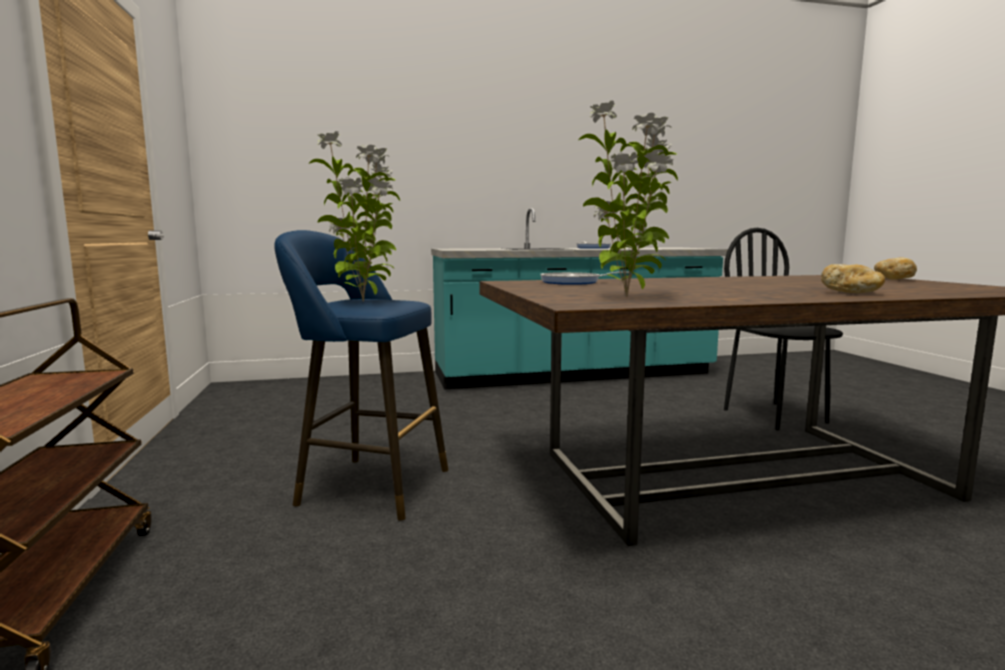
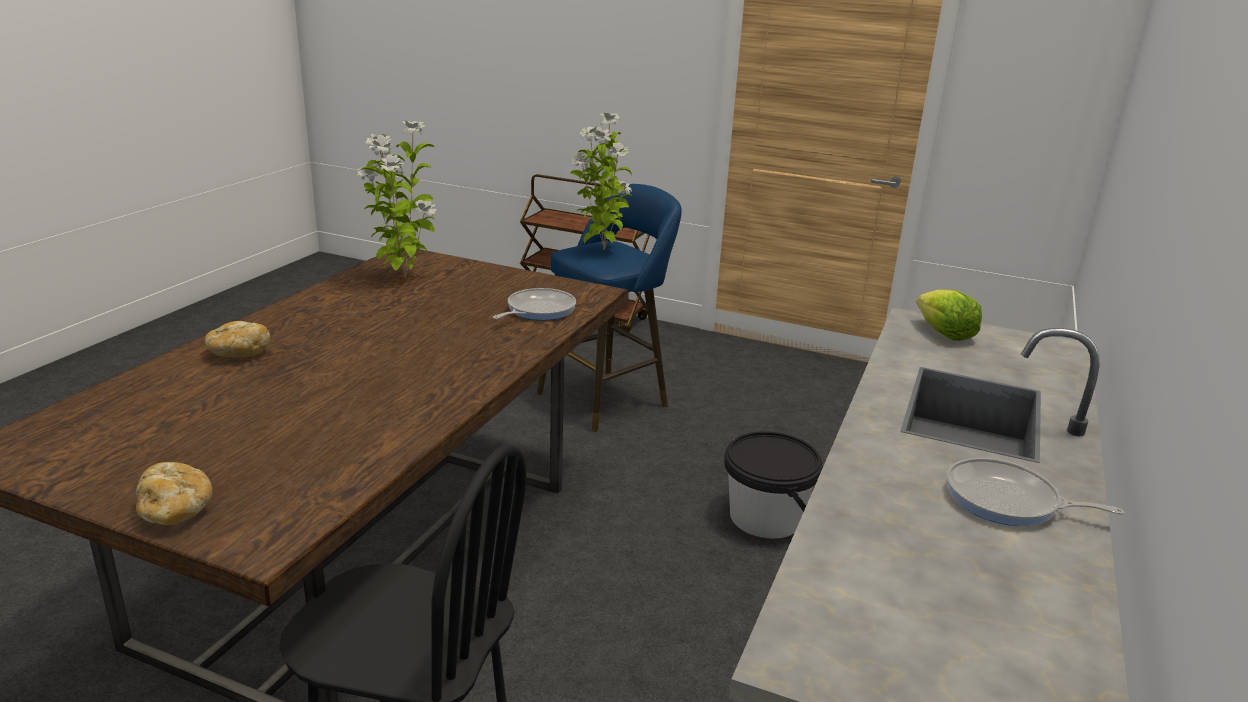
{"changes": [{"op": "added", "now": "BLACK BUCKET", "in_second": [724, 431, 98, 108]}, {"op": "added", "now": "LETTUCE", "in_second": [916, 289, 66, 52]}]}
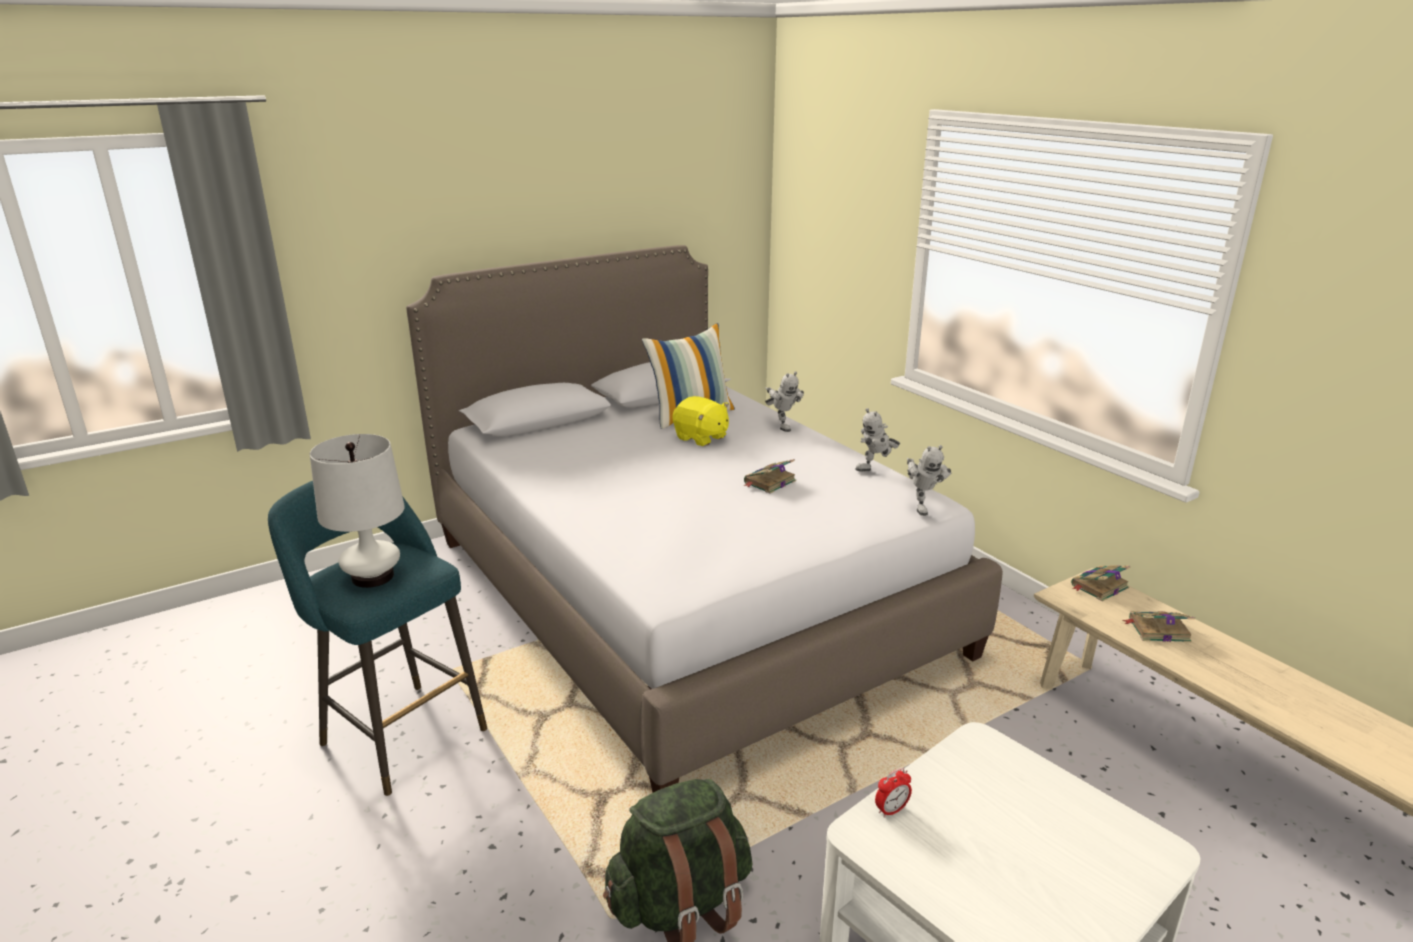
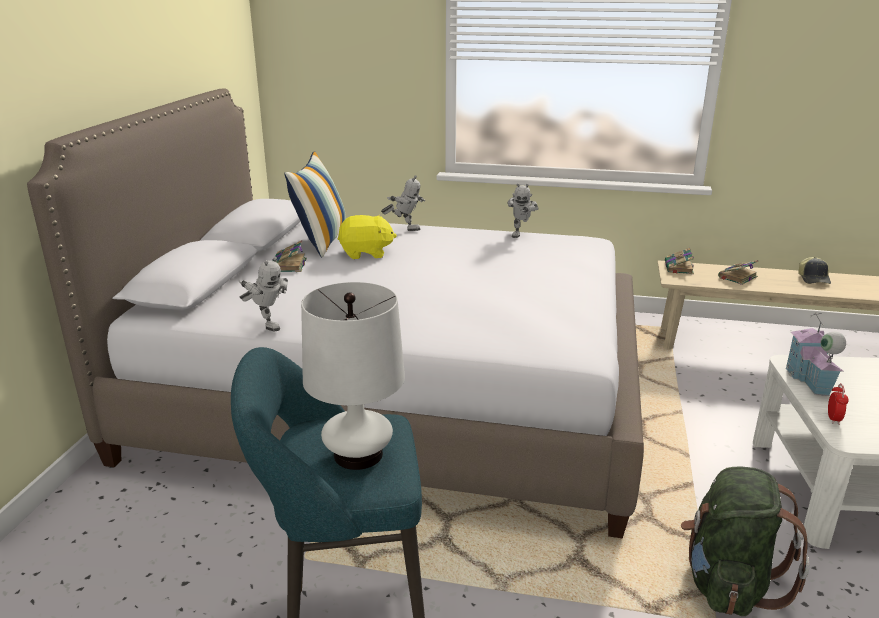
{"changes": [{"op": "added", "now": "TOY HOUSE", "in_second": [786, 313, 60, 83]}, {"op": "added", "now": "CAP", "in_second": [799, 257, 32, 27]}, {"op": "moved", "was": "BOOK", "in_first": [743, 459, 53, 35], "in_second": [272, 240, 35, 32]}, {"op": "moved", "was": "TOY ROBOT", "in_first": [907, 445, 44, 71], "in_second": [239, 257, 49, 74]}]}
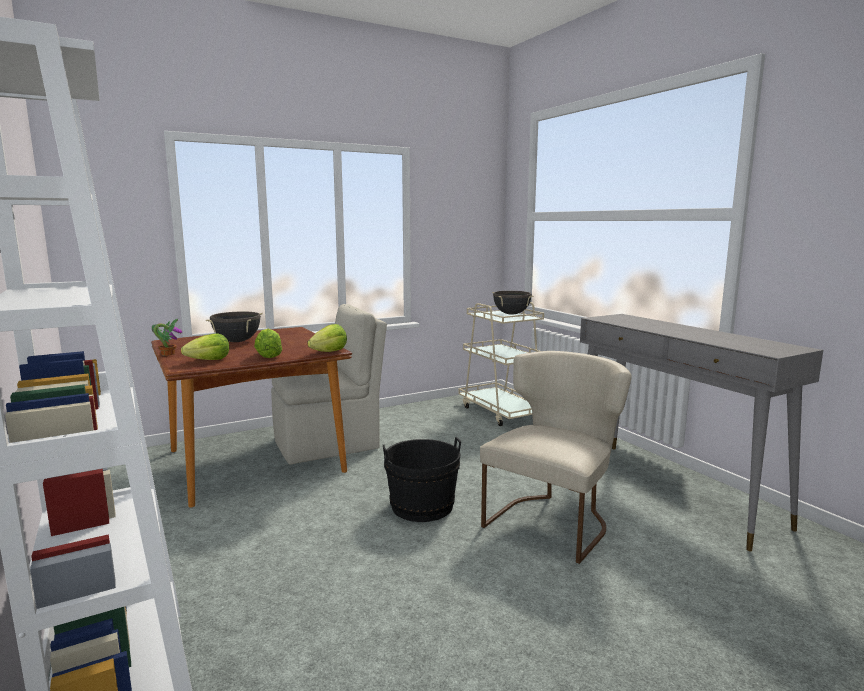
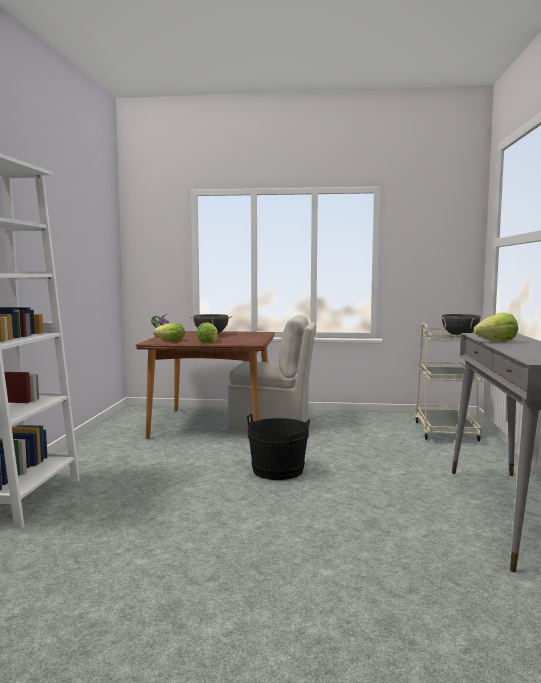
{"changes": [{"op": "removed", "was": "BEIGE CHAIR", "in_first": [480, 351, 152, 213]}, {"op": "moved", "was": "LETTUCE", "in_first": [308, 324, 39, 28], "in_second": [474, 313, 44, 29]}]}
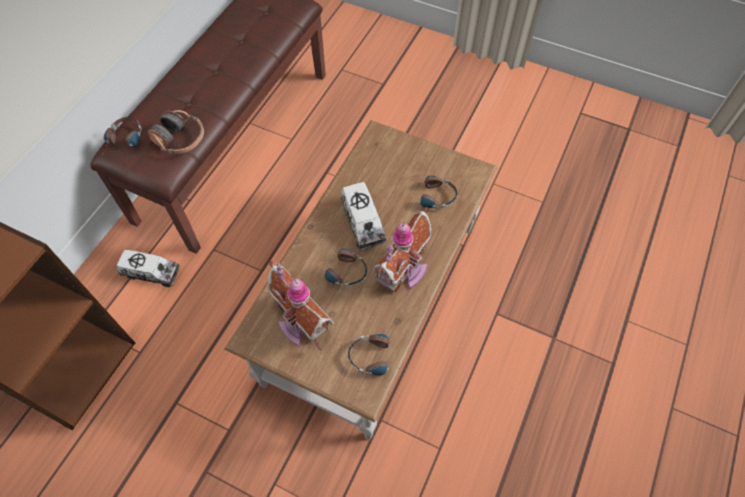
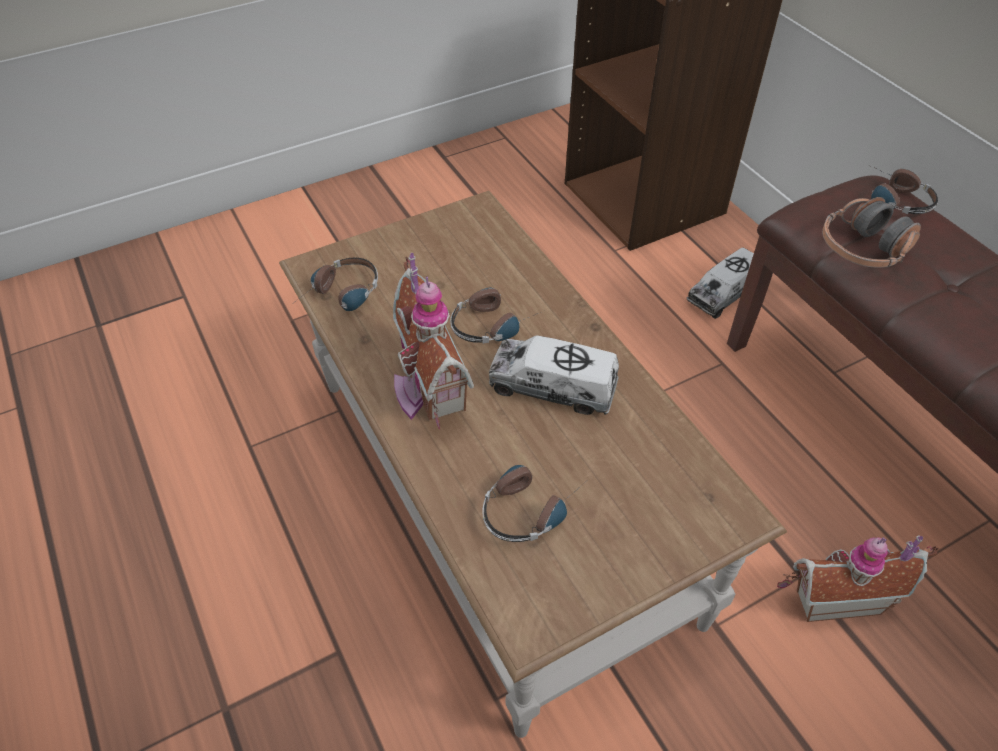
{"changes": [{"op": "moved", "was": "TOY HOUSE", "in_first": [268, 260, 66, 91], "in_second": [777, 535, 162, 87]}]}
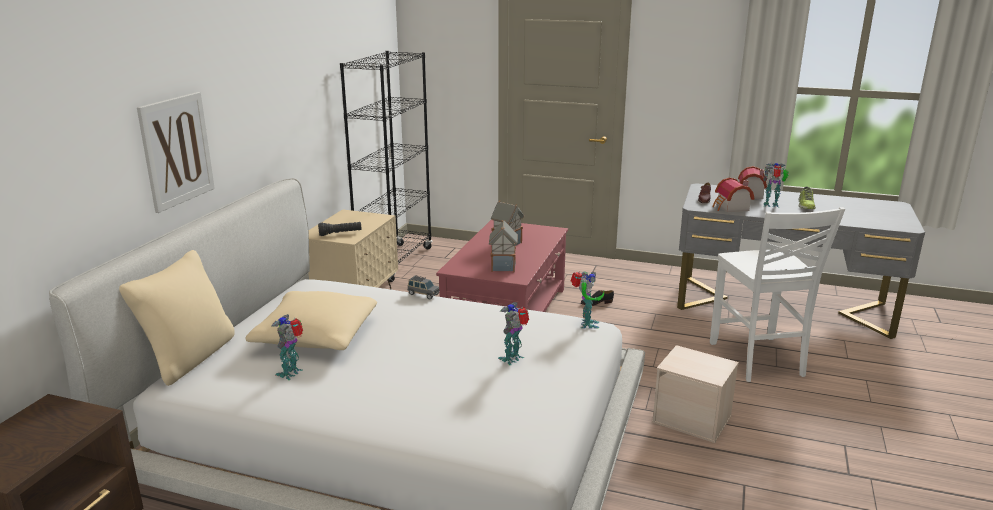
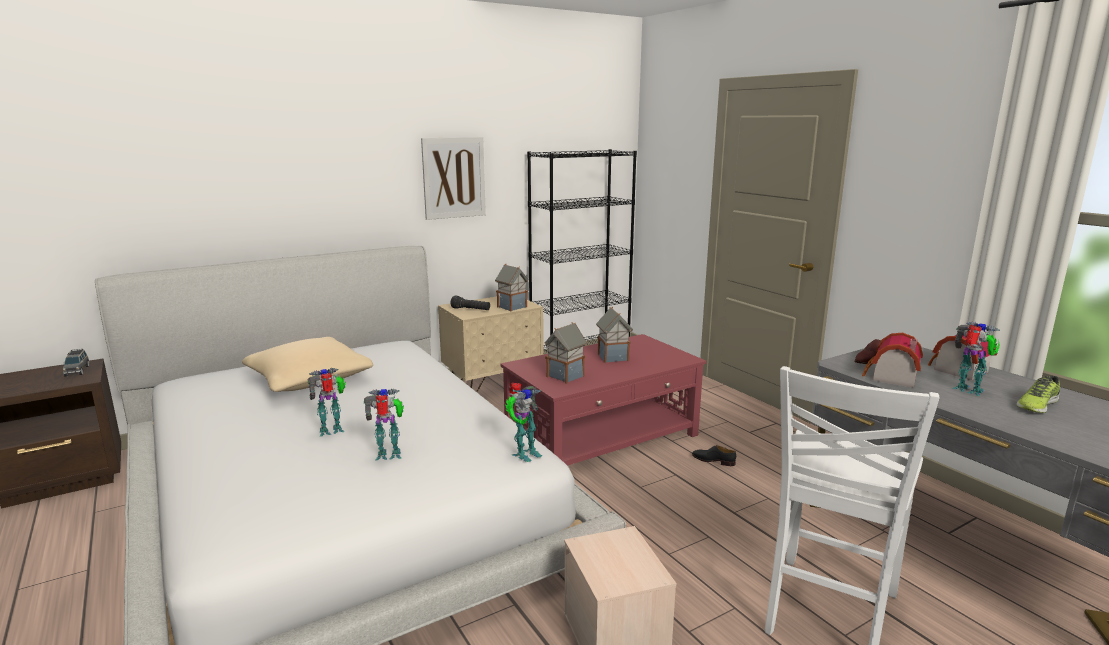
{"changes": [{"op": "removed", "was": "BEIGE PILLOW", "in_first": [119, 250, 116, 136]}, {"op": "added", "now": "TOY HOUSE", "in_second": [495, 264, 34, 47]}, {"op": "moved", "was": "PICTURE", "in_first": [137, 92, 78, 121], "in_second": [421, 137, 65, 83]}, {"op": "moved", "was": "TOY ROBOT", "in_first": [271, 314, 32, 66], "in_second": [307, 368, 39, 69]}, {"op": "moved", "was": "GREY TOY CAR", "in_first": [408, 275, 32, 25], "in_second": [63, 349, 27, 27]}]}
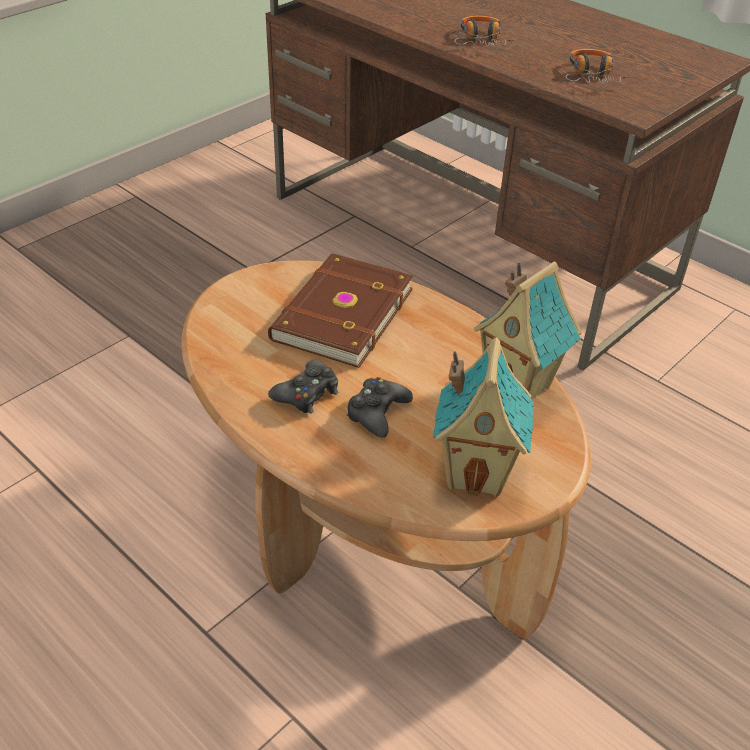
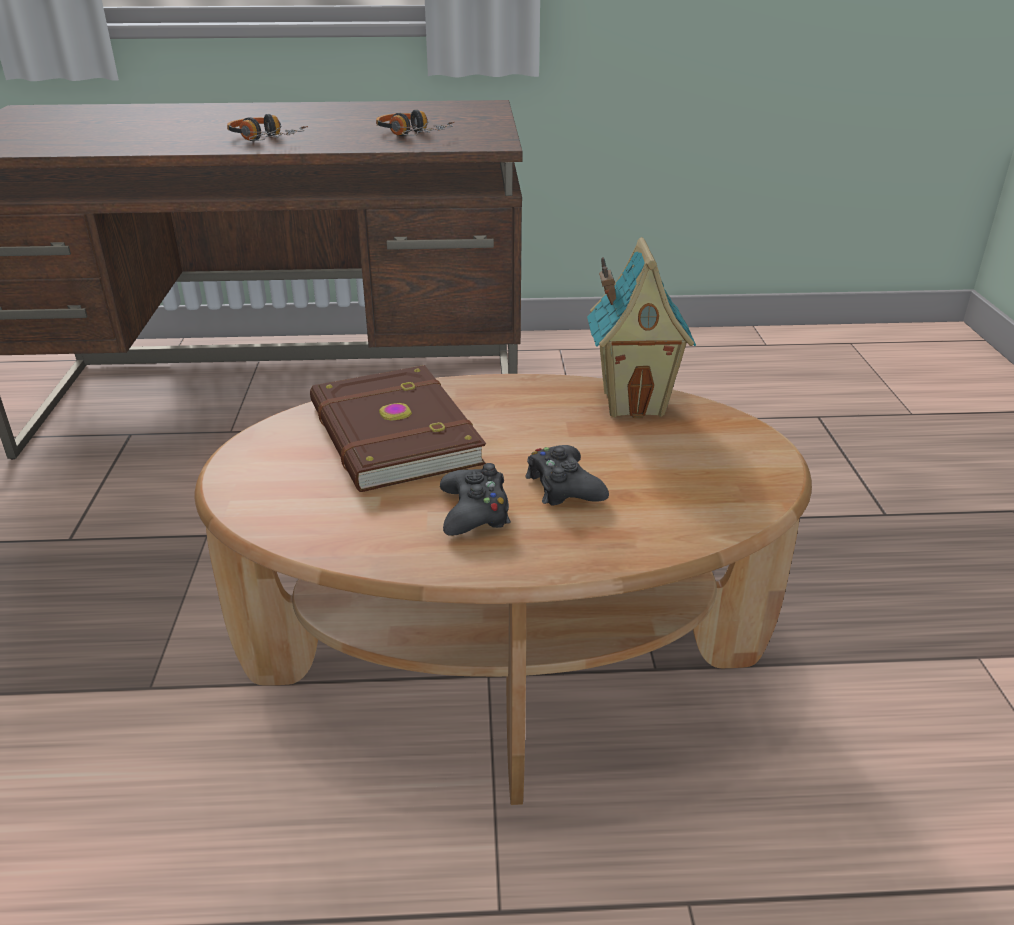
{"changes": [{"op": "removed", "was": "TOY HOUSE", "in_first": [433, 338, 101, 159]}]}
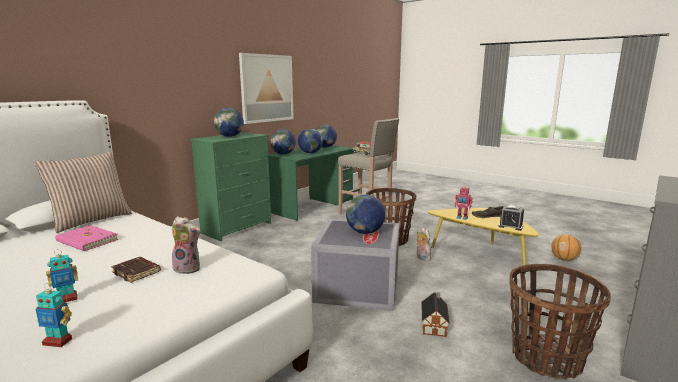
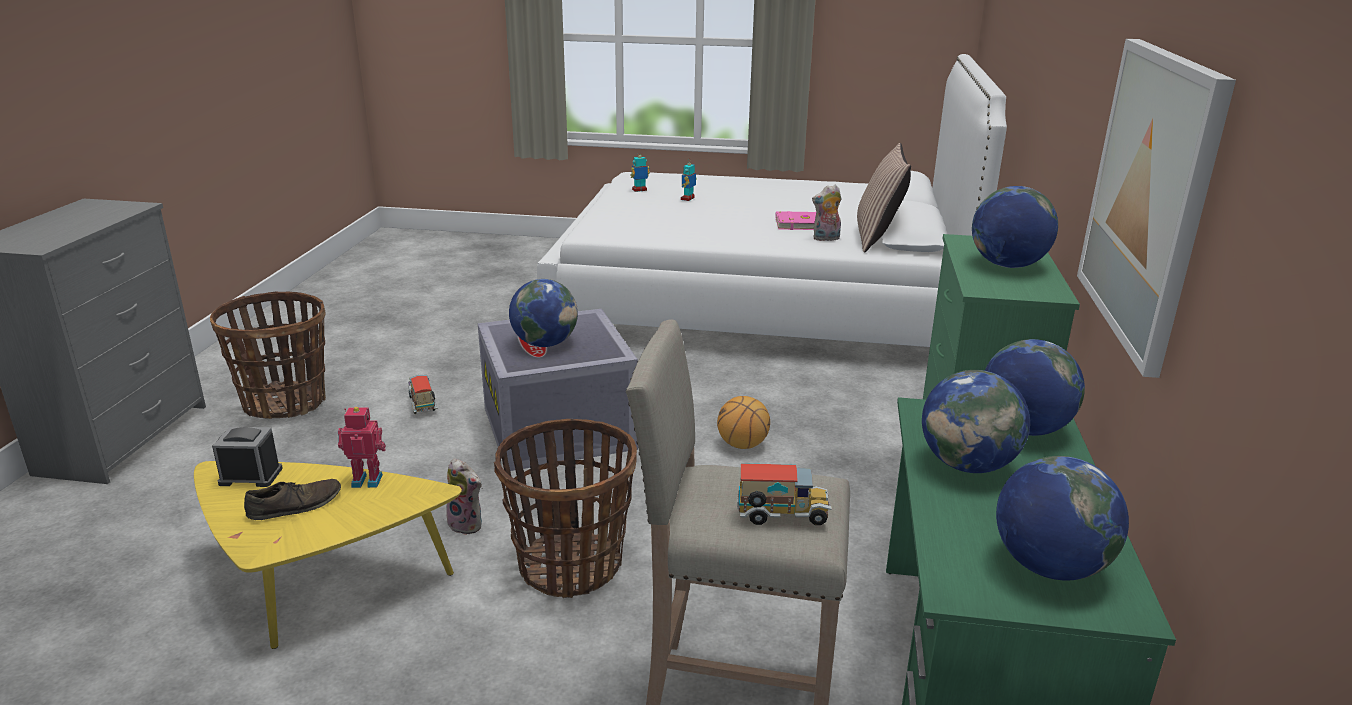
{"changes": [{"op": "removed", "was": "BROWN BOOK", "in_first": [111, 257, 50, 26]}, {"op": "moved", "was": "PLUSH TOY", "in_first": [171, 216, 29, 58], "in_second": [812, 184, 29, 57]}, {"op": "moved", "was": "BASKETBALL", "in_first": [551, 234, 31, 27], "in_second": [717, 396, 53, 53]}, {"op": "replaced", "was": "TOY HOUSE", "now": "TOY TRUCK", "in_first": [421, 292, 29, 45], "in_second": [408, 375, 30, 39]}]}
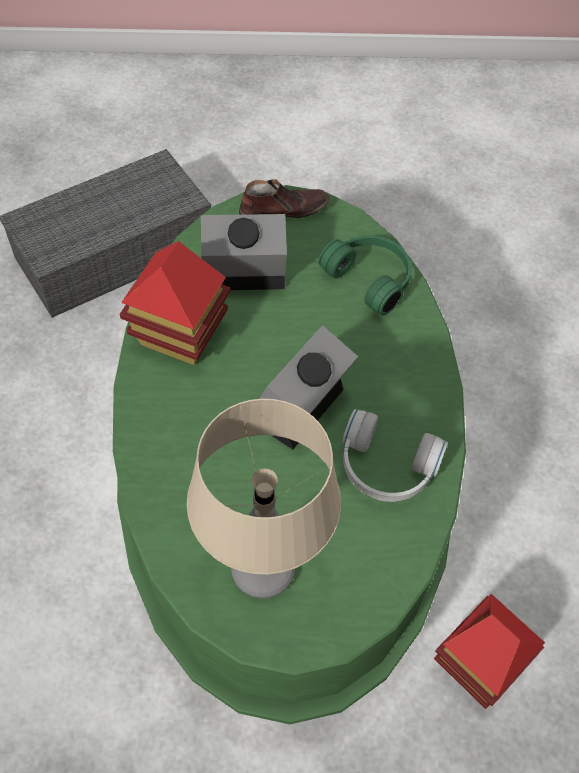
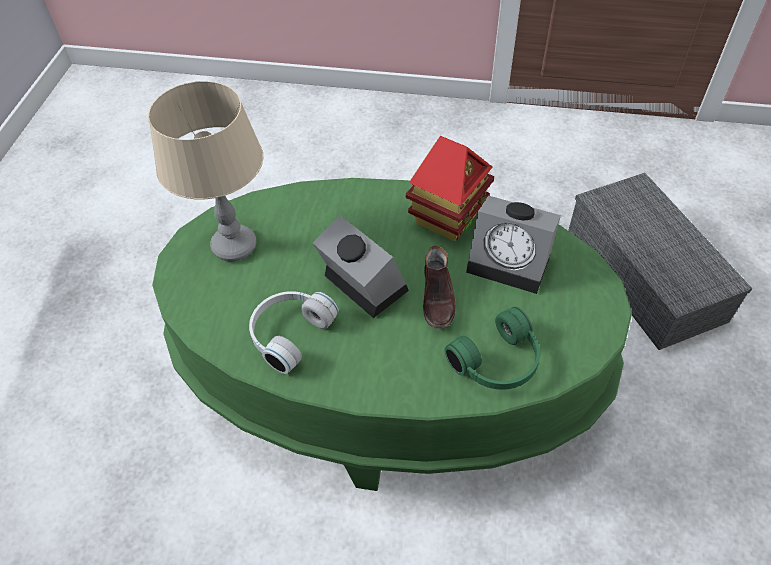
{"changes": [{"op": "removed", "was": "TOY HOUSE", "in_first": [434, 594, 111, 115]}, {"op": "moved", "was": "BROWN SHOE", "in_first": [239, 179, 90, 39], "in_second": [423, 246, 33, 83]}, {"op": "turned", "was": "ALARM CLOCK", "in_first": [201, 214, 86, 76], "in_second": [466, 196, 95, 98], "clockwise": 105}]}
